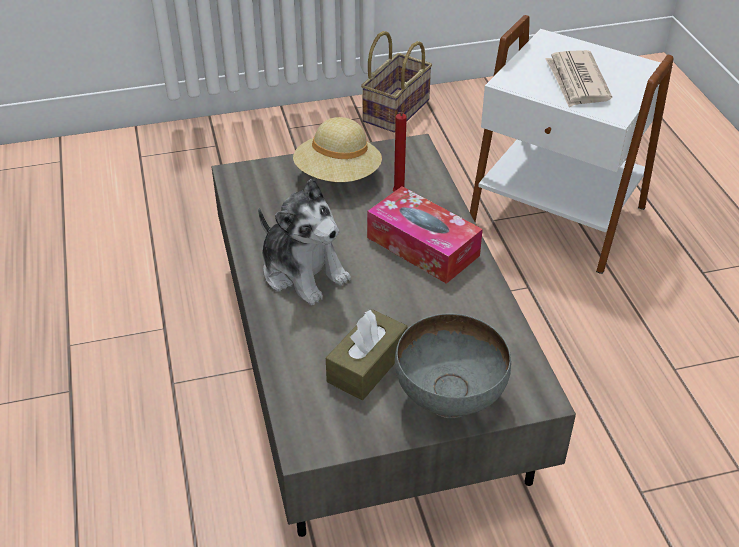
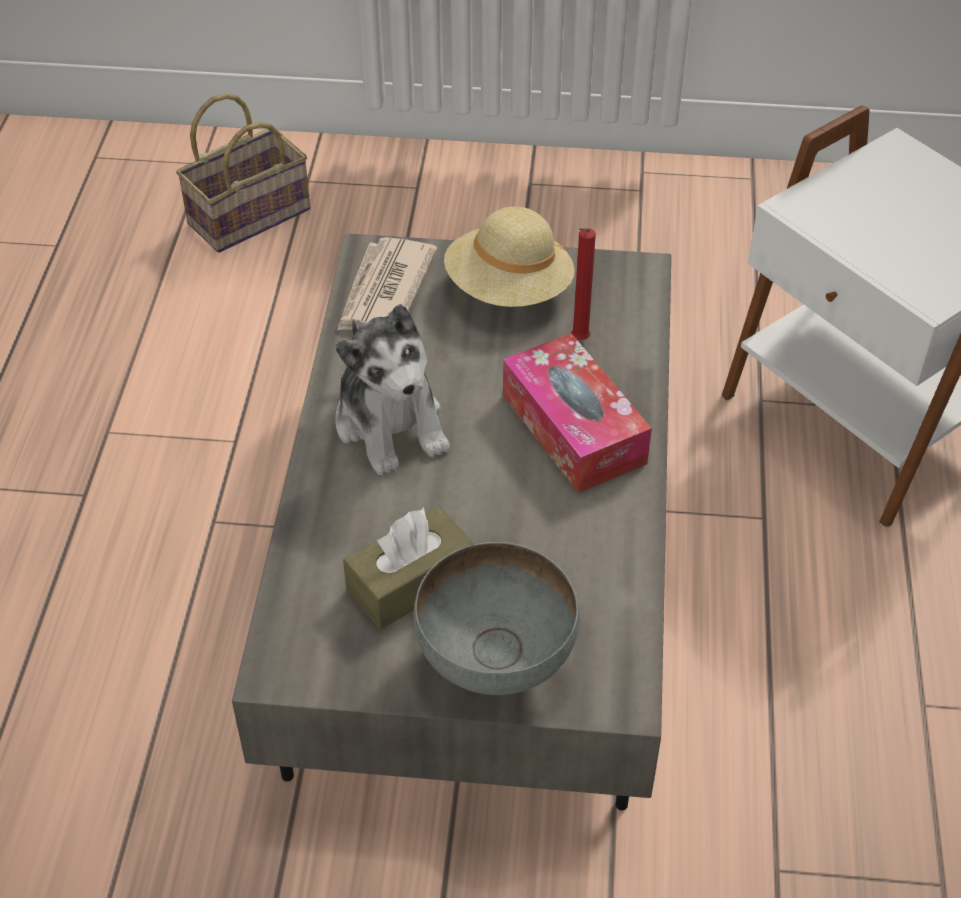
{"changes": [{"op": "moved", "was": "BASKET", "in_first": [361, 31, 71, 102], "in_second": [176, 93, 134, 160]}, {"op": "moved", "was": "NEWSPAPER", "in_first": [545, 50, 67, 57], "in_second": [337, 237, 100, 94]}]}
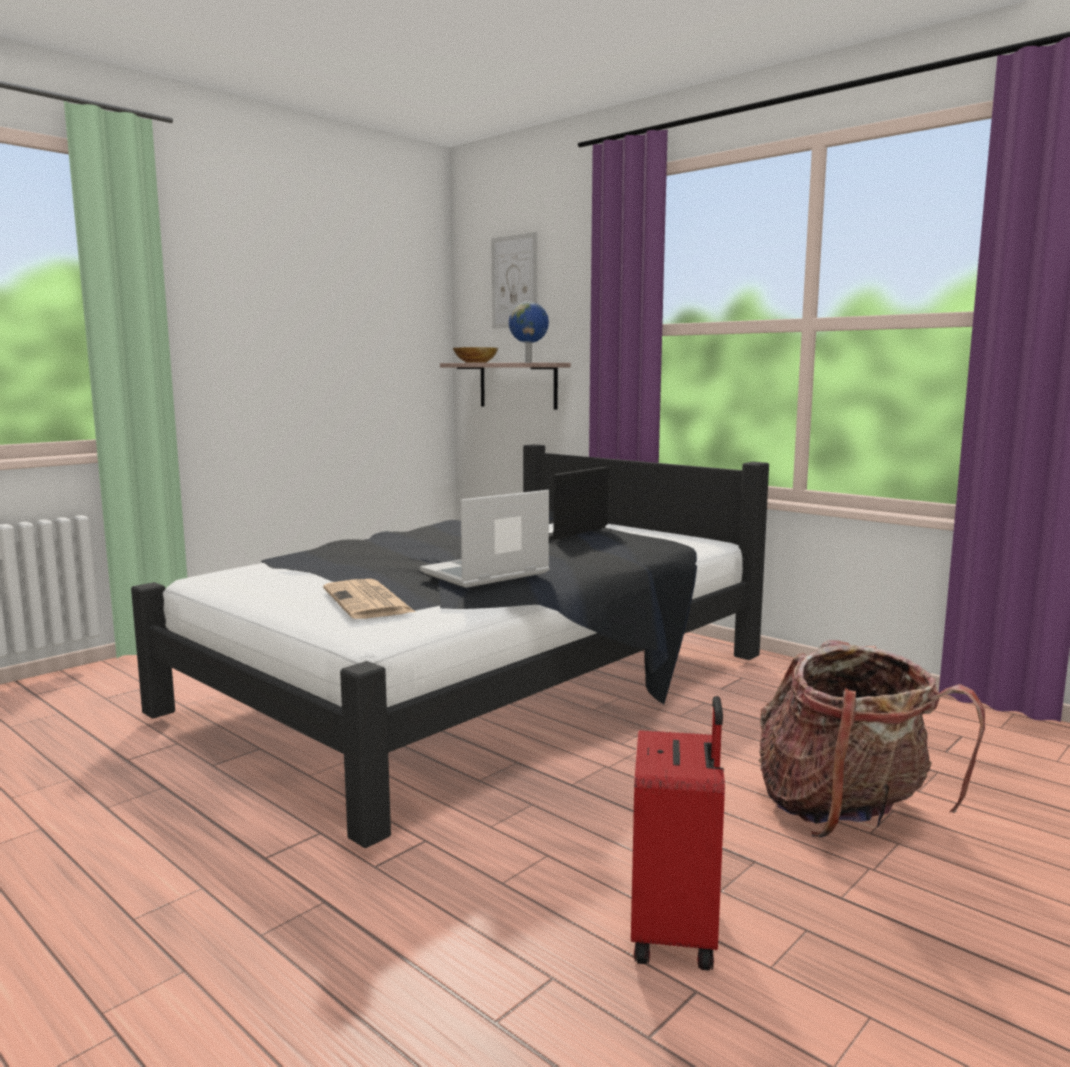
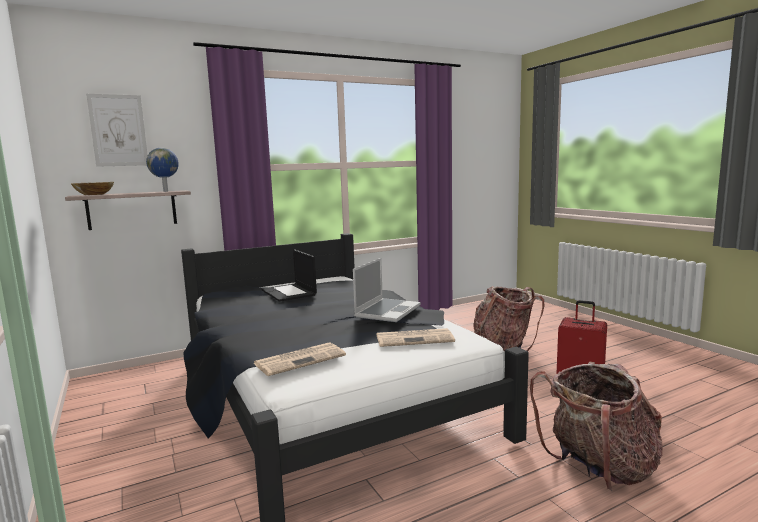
{"changes": [{"op": "added", "now": "NEWSPAPER", "in_second": [254, 342, 92, 34]}, {"op": "added", "now": "BACKPACK", "in_second": [530, 362, 133, 130]}, {"op": "turned", "was": "LAPTOP", "in_first": [420, 490, 130, 98], "in_second": [353, 258, 67, 64], "clockwise": -135}]}
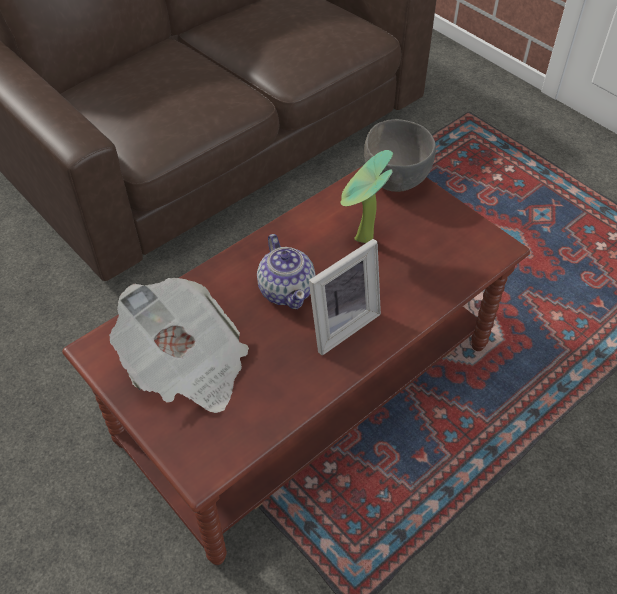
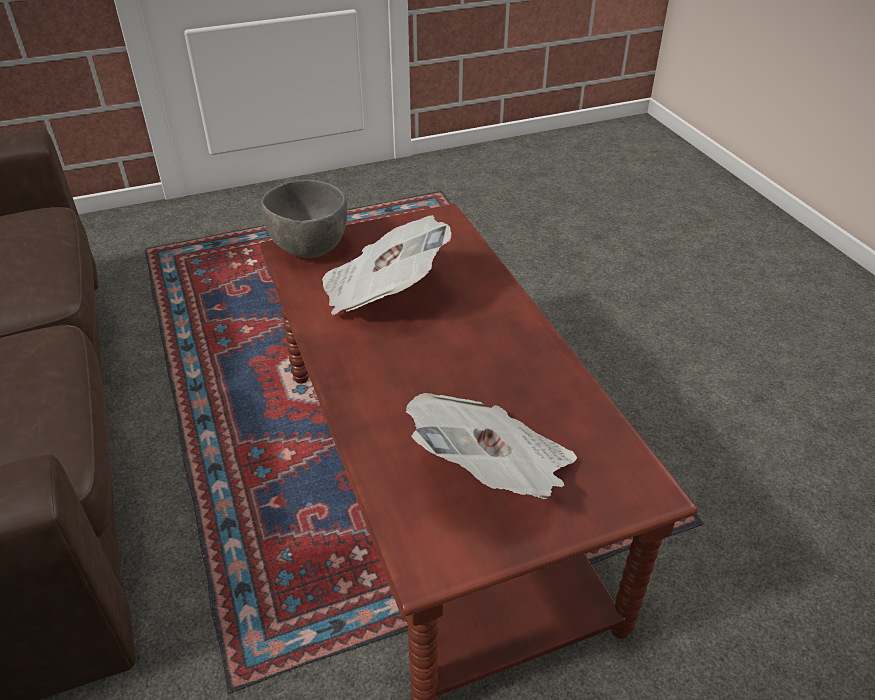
{"changes": [{"op": "removed", "was": "TEAPOT", "in_first": [257, 234, 59, 75]}, {"op": "removed", "was": "PICTURE FRAME", "in_first": [309, 239, 72, 116]}, {"op": "replaced", "was": "POTTED PLANT", "now": "NEWSPAPER", "in_first": [340, 150, 53, 93], "in_second": [322, 215, 129, 100]}]}
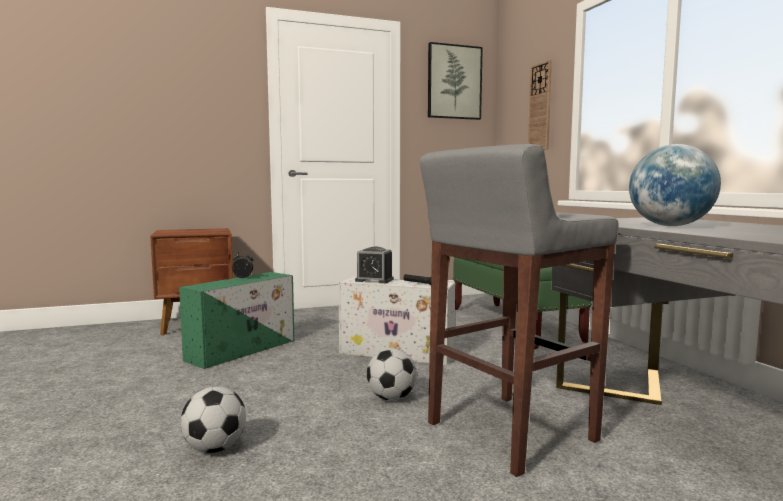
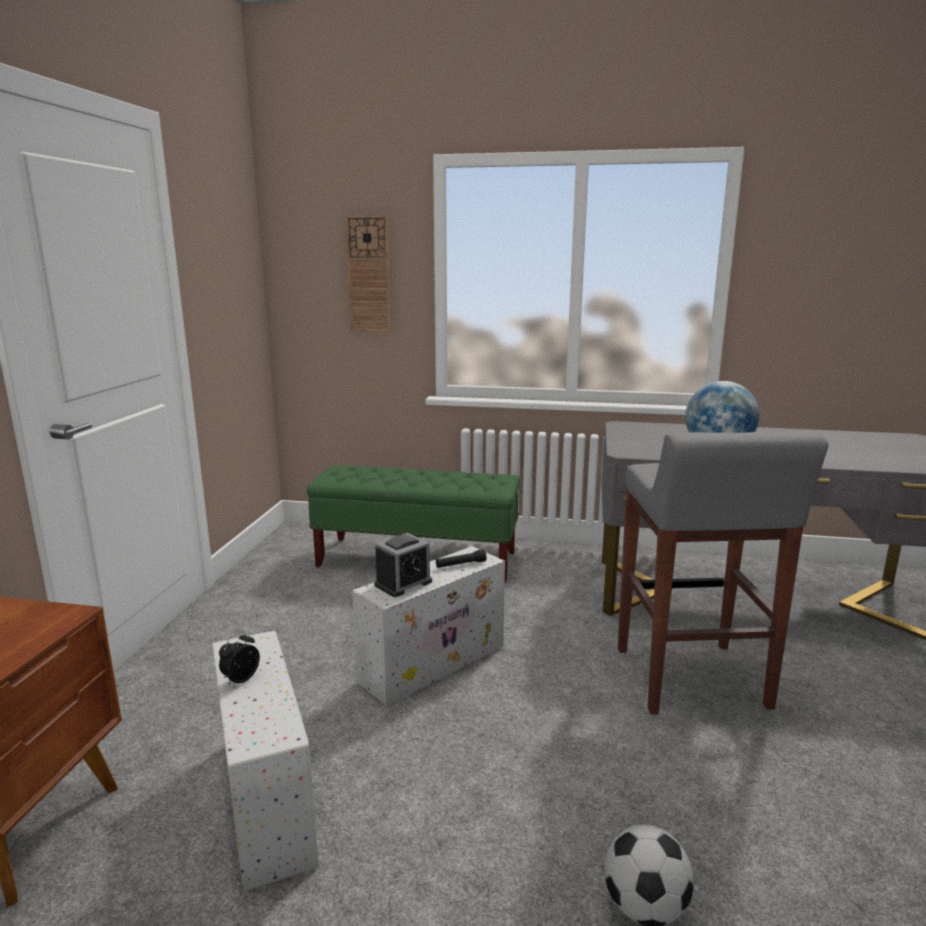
{"changes": [{"op": "removed", "was": "FOOTBALL", "in_first": [367, 348, 50, 53]}, {"op": "removed", "was": "PICTURE", "in_first": [428, 42, 55, 78]}, {"op": "recoloured", "was": "GREEN STORAGE BOX", "now": "WHITE STORAGE BOX", "in_first": [179, 272, 116, 97], "in_second": [212, 631, 107, 261]}]}
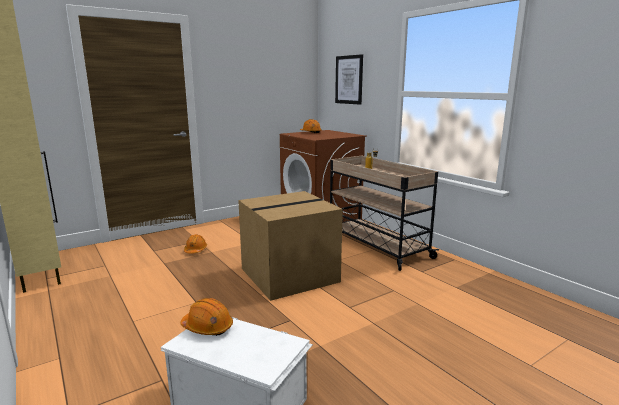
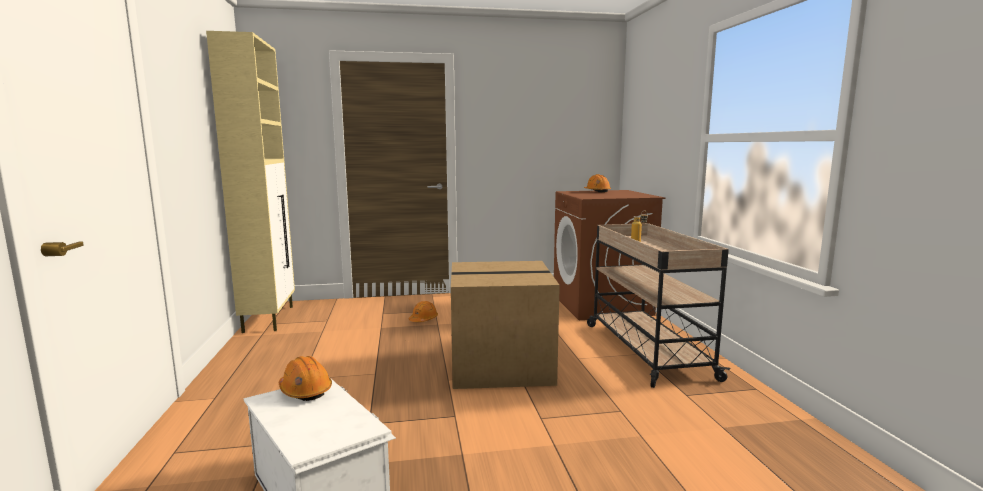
{"changes": [{"op": "removed", "was": "PICTURE", "in_first": [335, 54, 28, 51]}]}
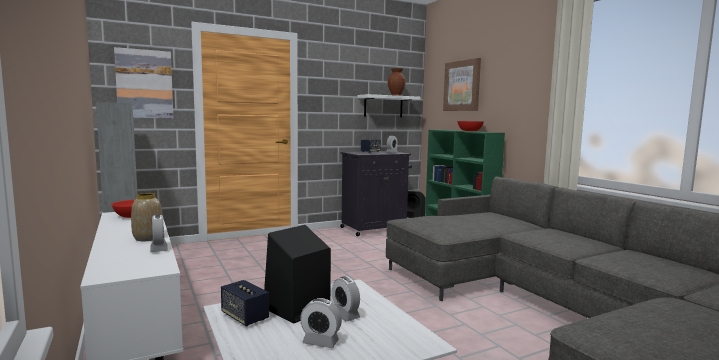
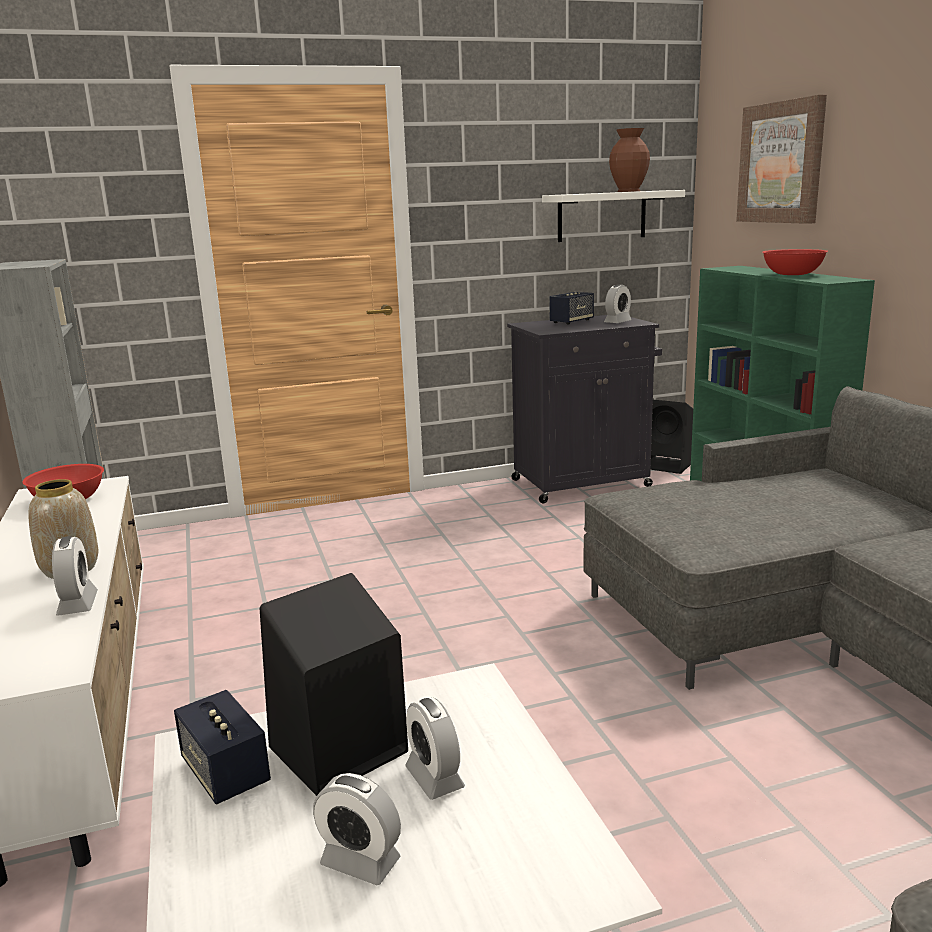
{"changes": [{"op": "removed", "was": "PICTURE", "in_first": [114, 47, 60, 72]}]}
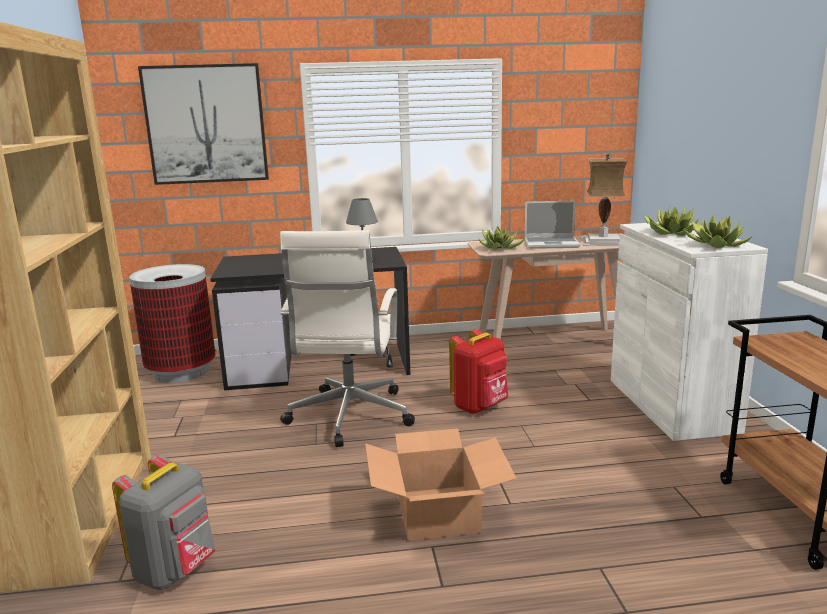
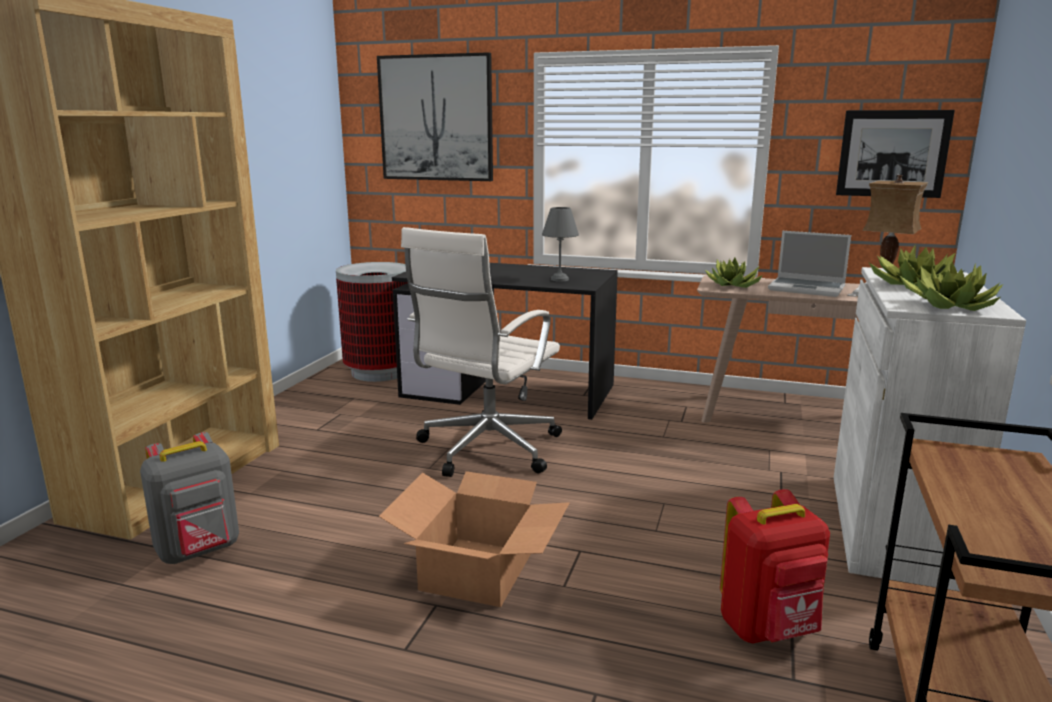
{"changes": [{"op": "added", "now": "PICTURE", "in_second": [836, 110, 119, 88]}, {"op": "moved", "was": "RED BACKPACK", "in_first": [449, 329, 59, 85], "in_second": [720, 489, 110, 155]}]}
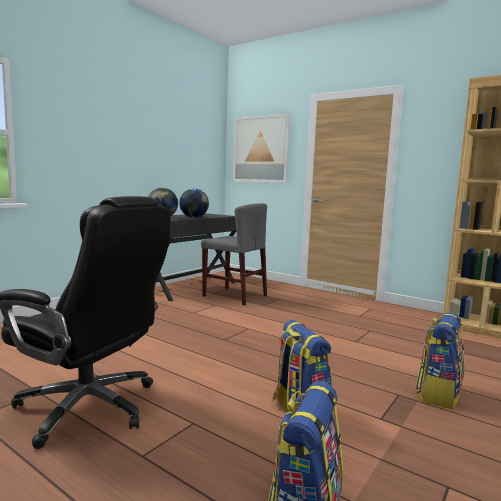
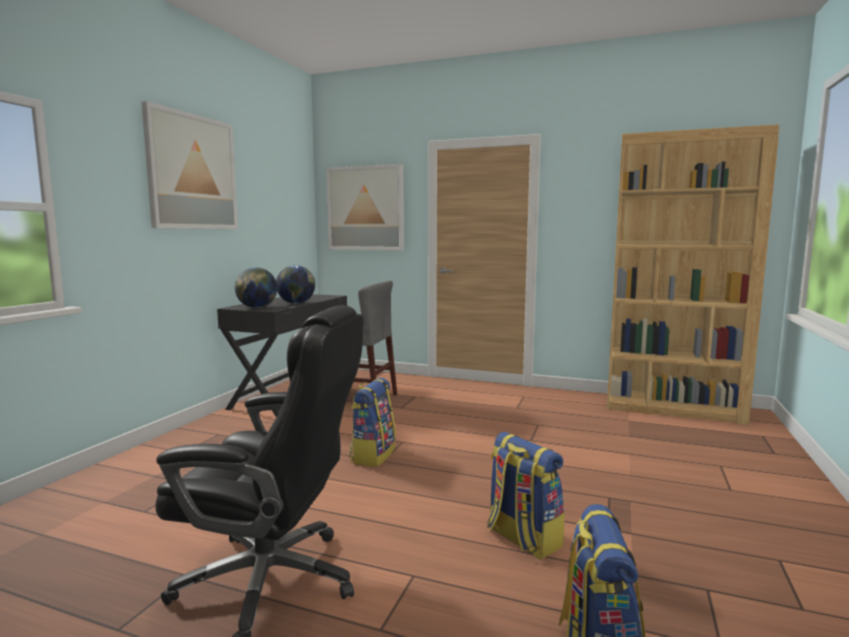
{"changes": [{"op": "added", "now": "PICTURE", "in_second": [142, 101, 96, 128]}, {"op": "moved", "was": "BACKPACK", "in_first": [415, 312, 50, 97], "in_second": [349, 378, 47, 89]}]}
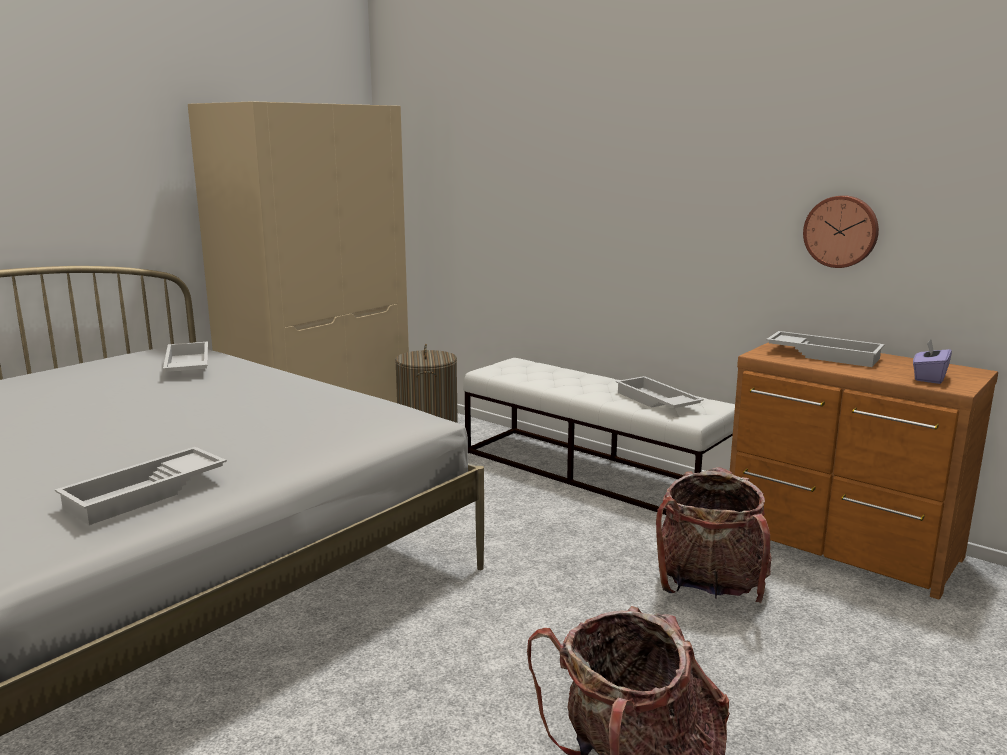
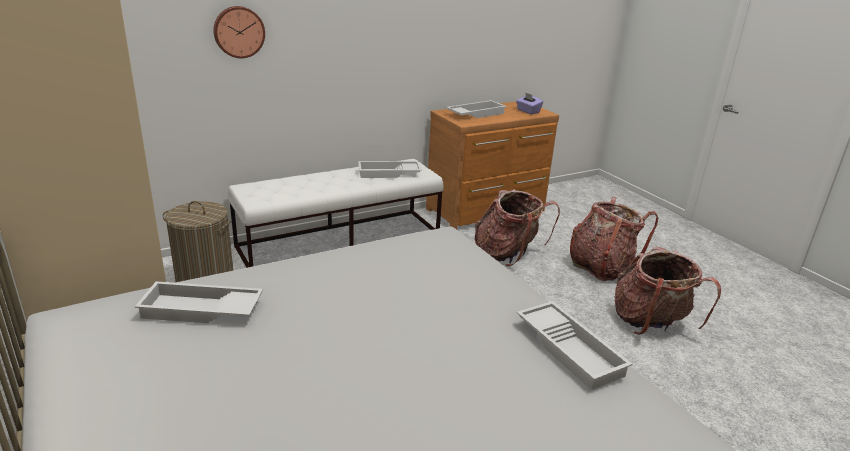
{"changes": [{"op": "added", "now": "BACKPACK", "in_second": [570, 197, 88, 84]}, {"op": "moved", "was": "WALL CLOCK", "in_first": [803, 195, 76, 73], "in_second": [213, 6, 52, 52]}]}
